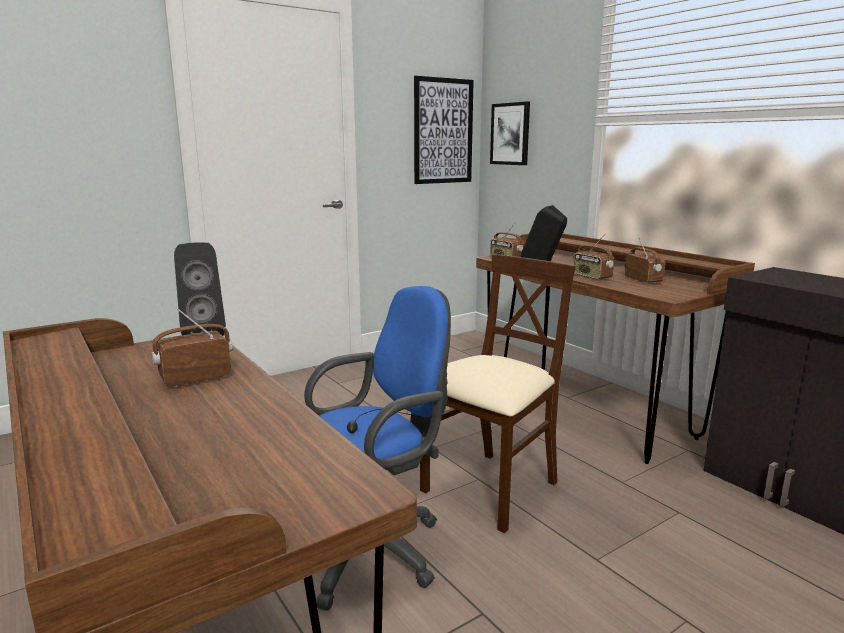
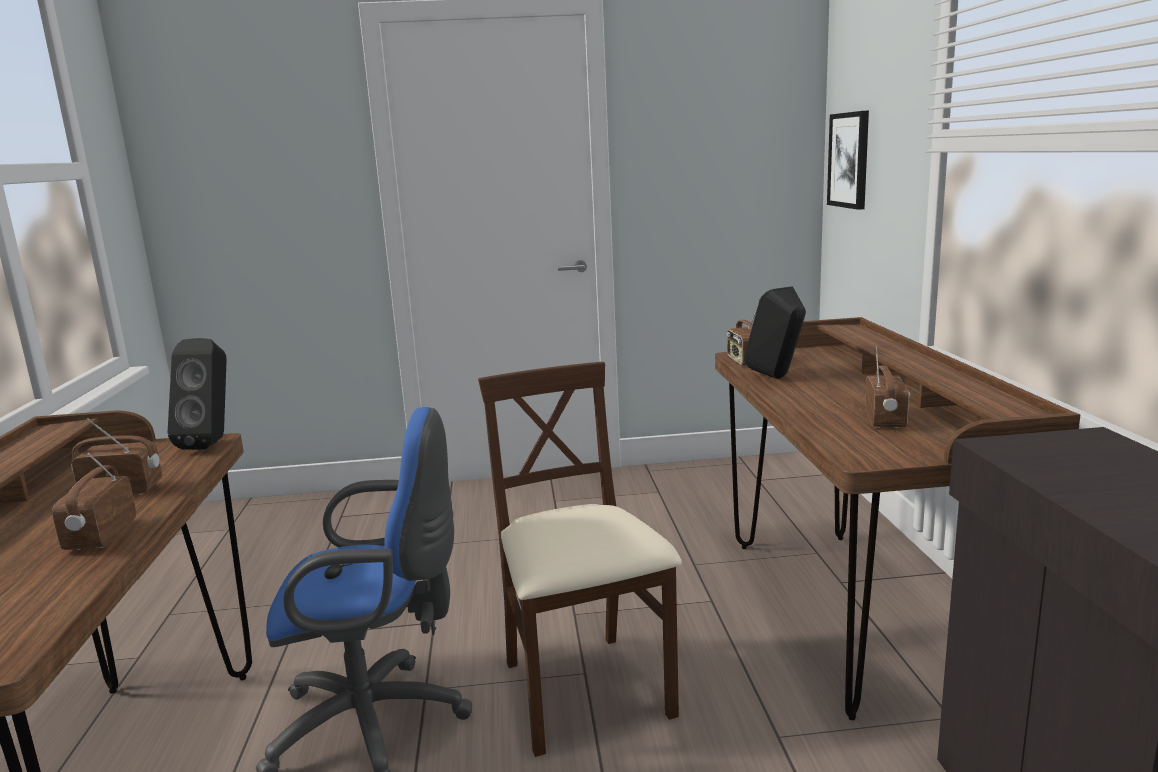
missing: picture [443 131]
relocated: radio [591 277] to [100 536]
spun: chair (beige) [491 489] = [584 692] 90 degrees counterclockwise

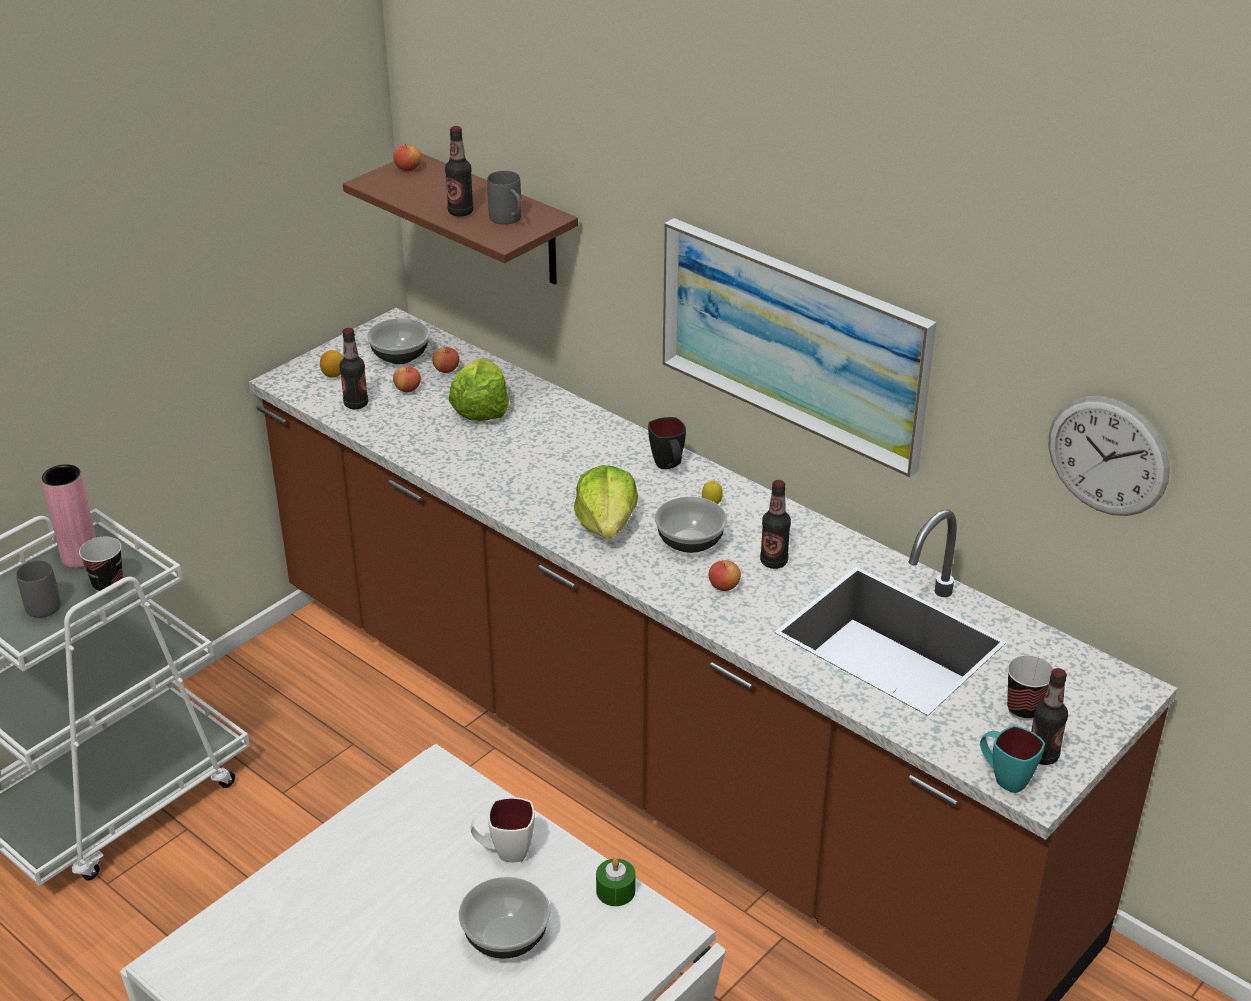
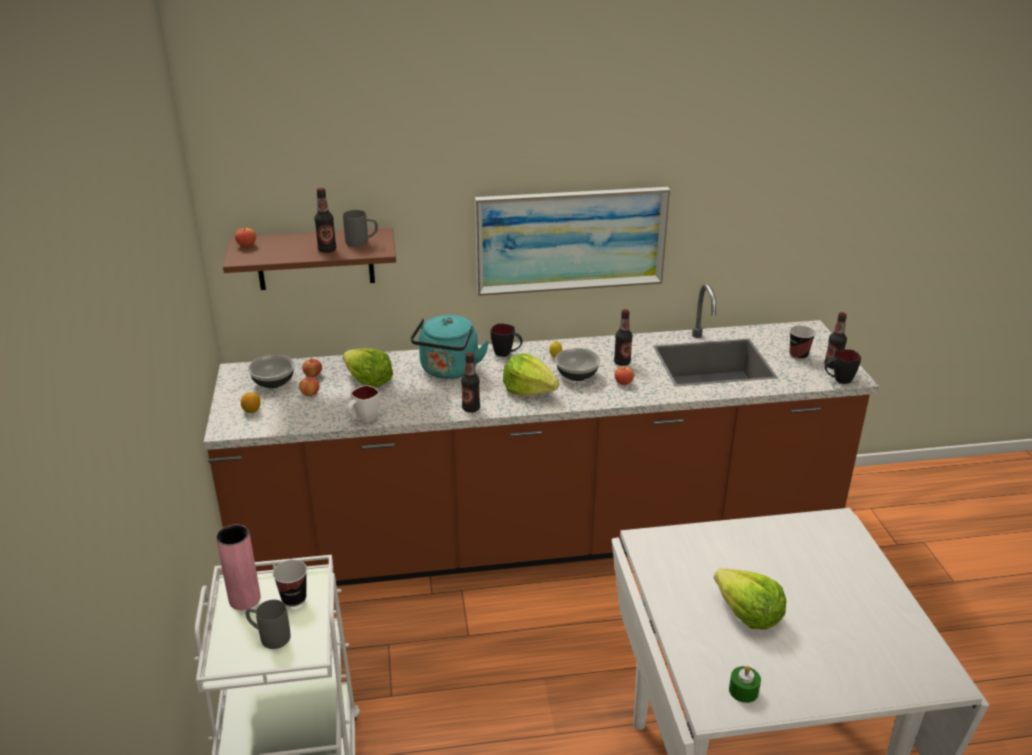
missing: bowl [507 938]; wall clock [1107 456]
appeared: kettle (turquoise) [448 371]; lettuce [747 614]
relocated: bottle [356 404] to [471 408]; mug (white) [504 852] to [363 420]; candle (green) [615 891] to [743 691]
colour: mug (turquoise) [1004 778] to mug (black) [838 380]

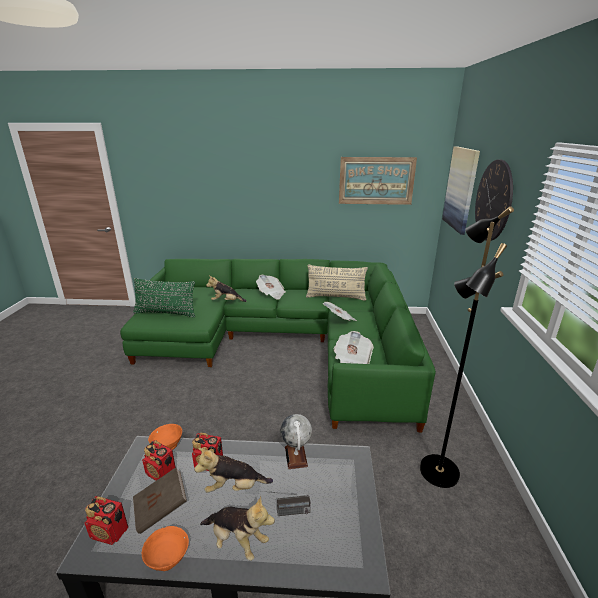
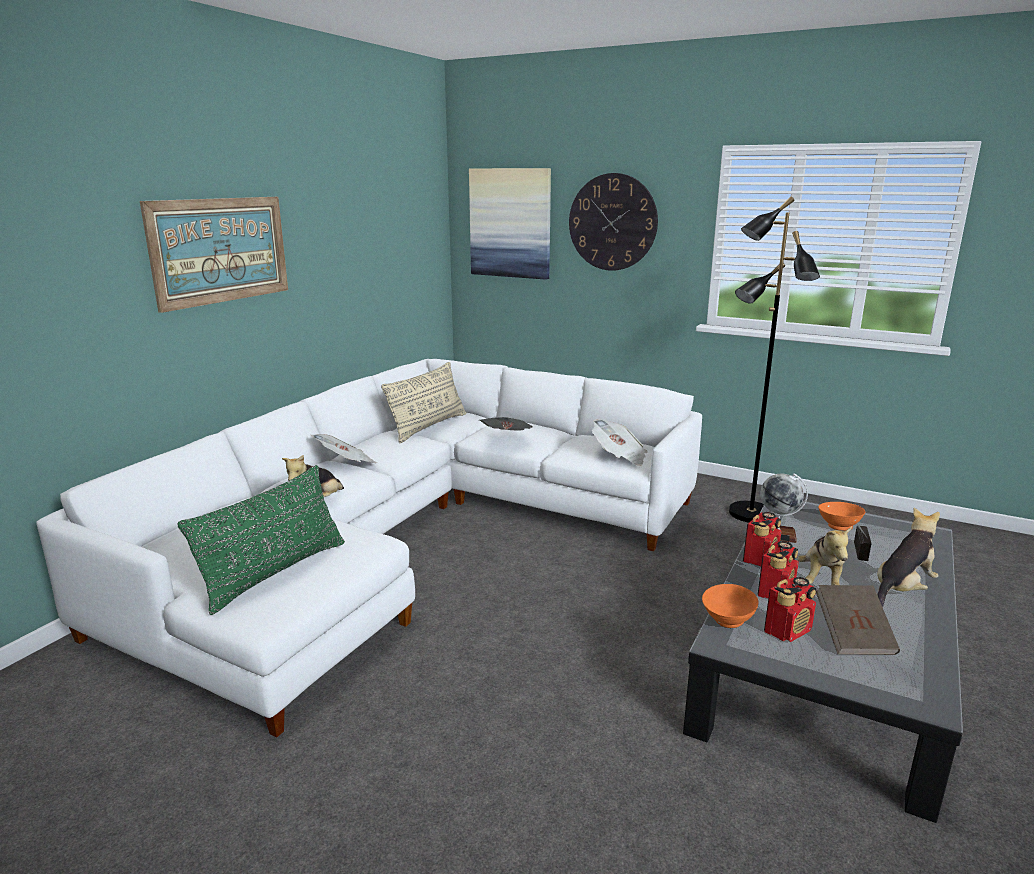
relocated: radio [110 533] to [760 558]; bowl (orange) [168 559] to [839 526]; picture [376 181] to [220 250]
colour: sofa (green) [284 342] to sofa (white) [409 537]

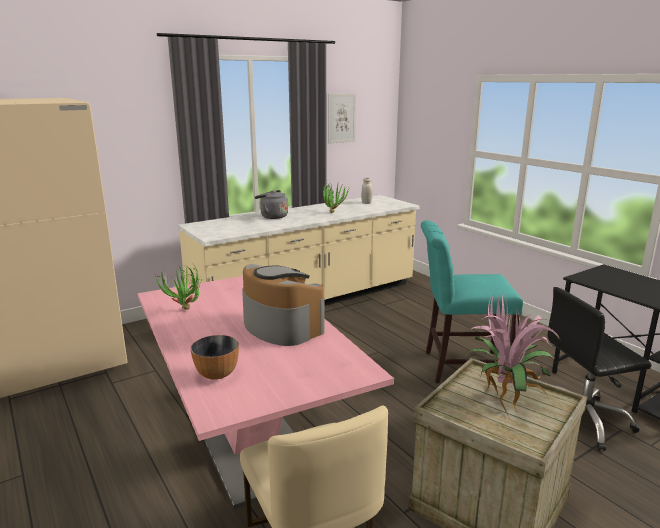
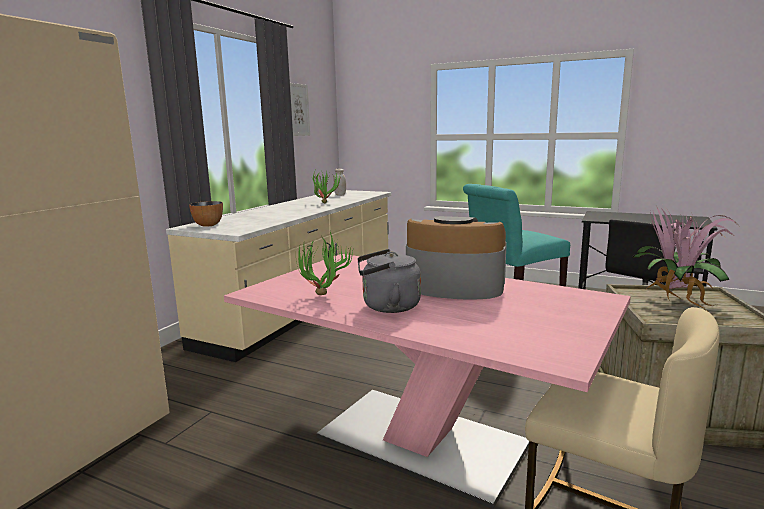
relocated: bowl [216 374] to [208 225]; kettle (grey) [272 216] to [387 307]

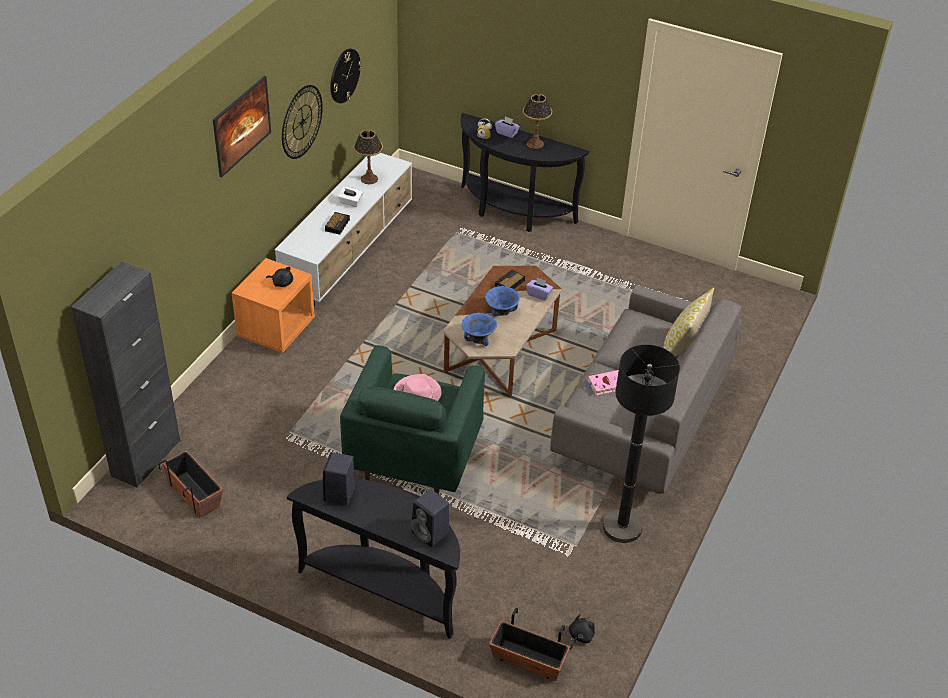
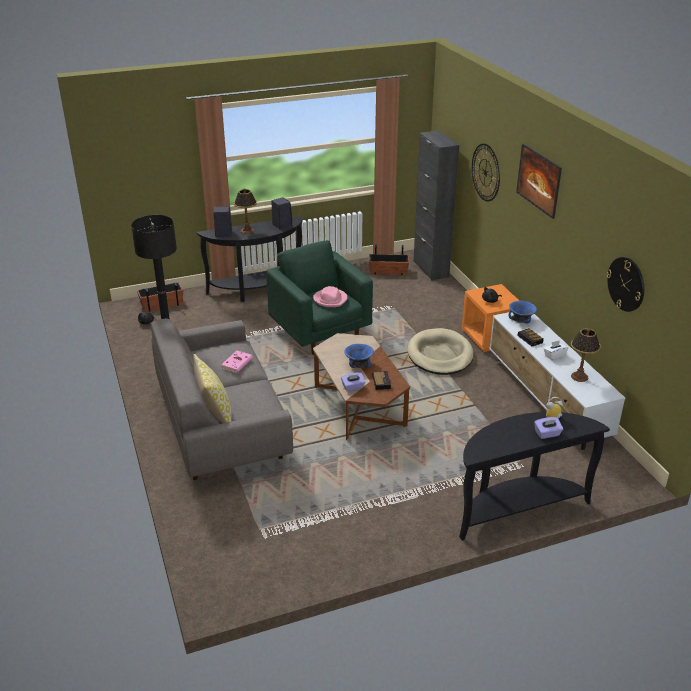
appeared: dog bed (beige) [440 355]
relocated: wall clock [302 122] to [485 172]; bowl (blue) [478 338] to [520 320]; table lamp [535 144] to [247 230]

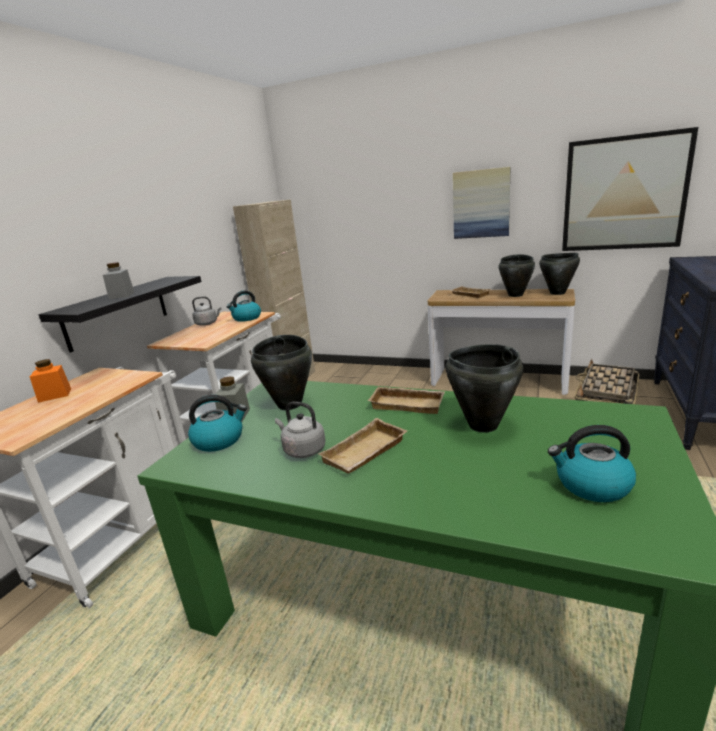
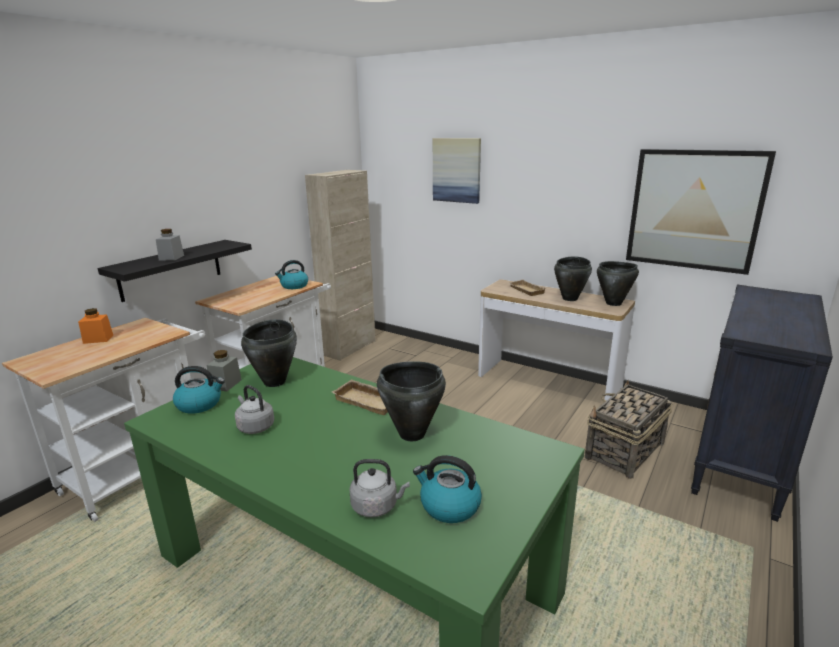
missing: tray (beige) [365 453]
relocated: kettle (grey) [208 323] to [377 506]; picture [481 204] to [456 170]

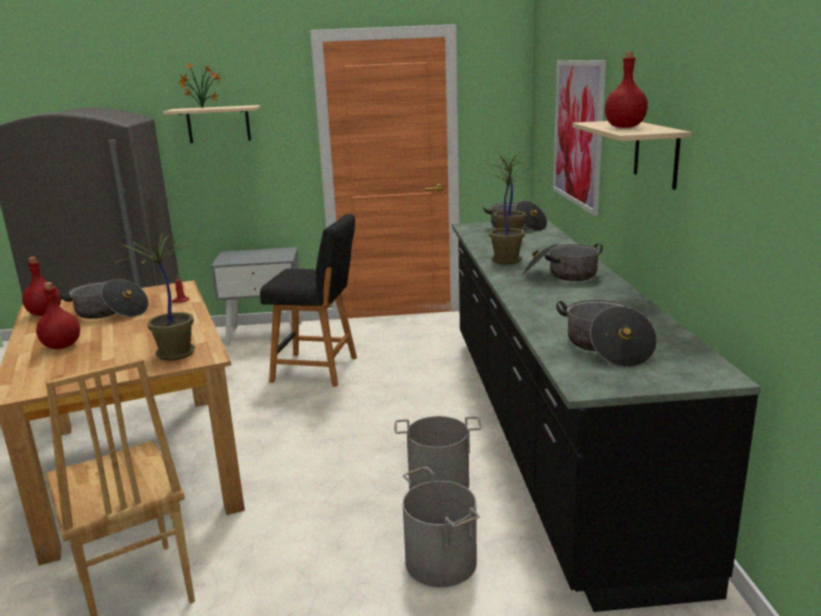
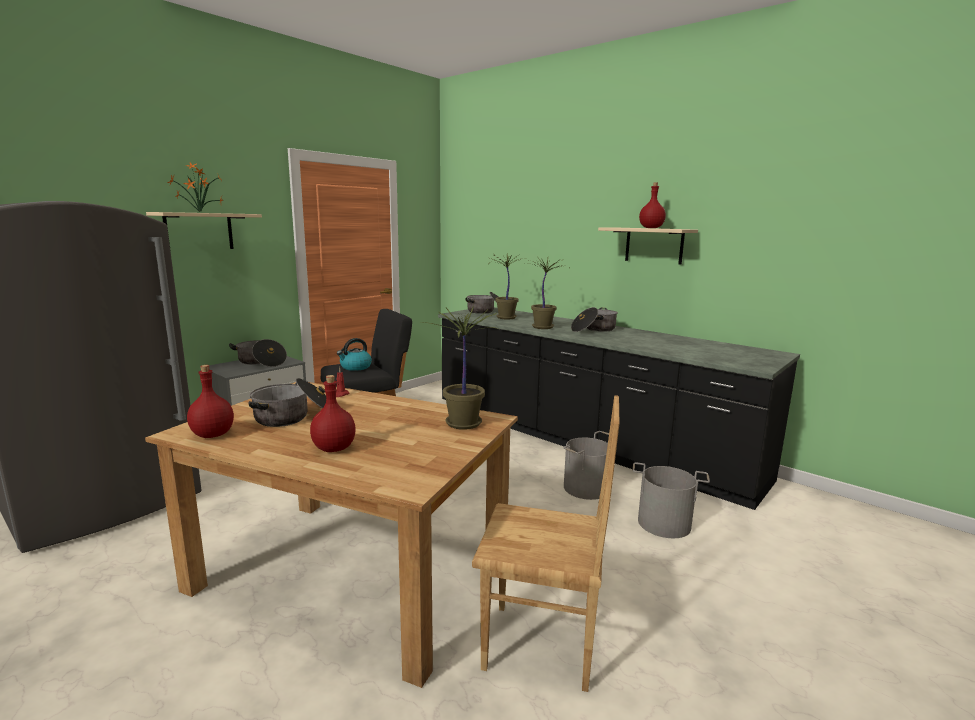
missing: picture [578 133]
appeared: kettle [355 367]
relocated: cooking pot [606 347] to [260 362]

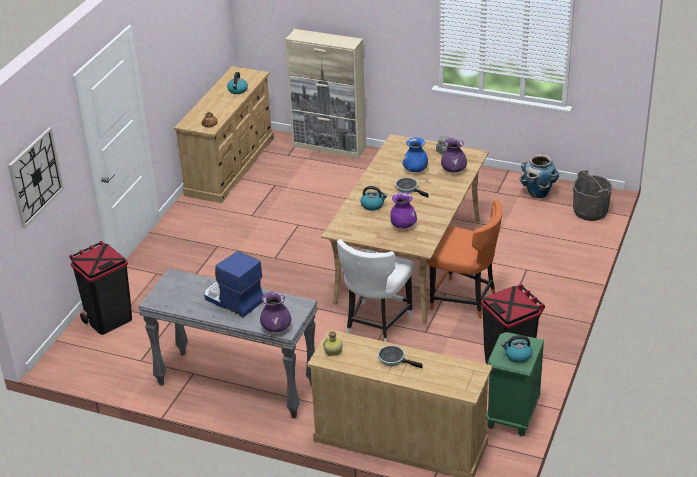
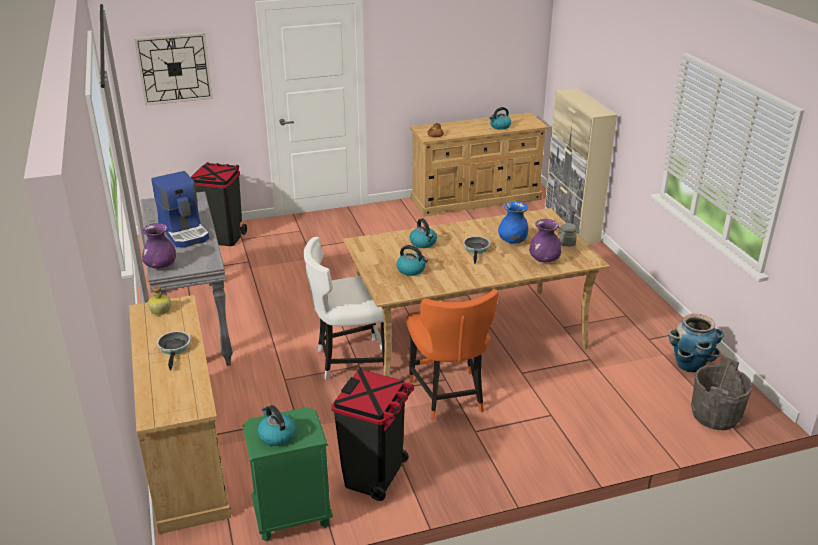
exchanged: vase (purple) [403 225] to kettle [411 270]
spun: coffee machine [233 300] = [185 232] 150 degrees clockwise

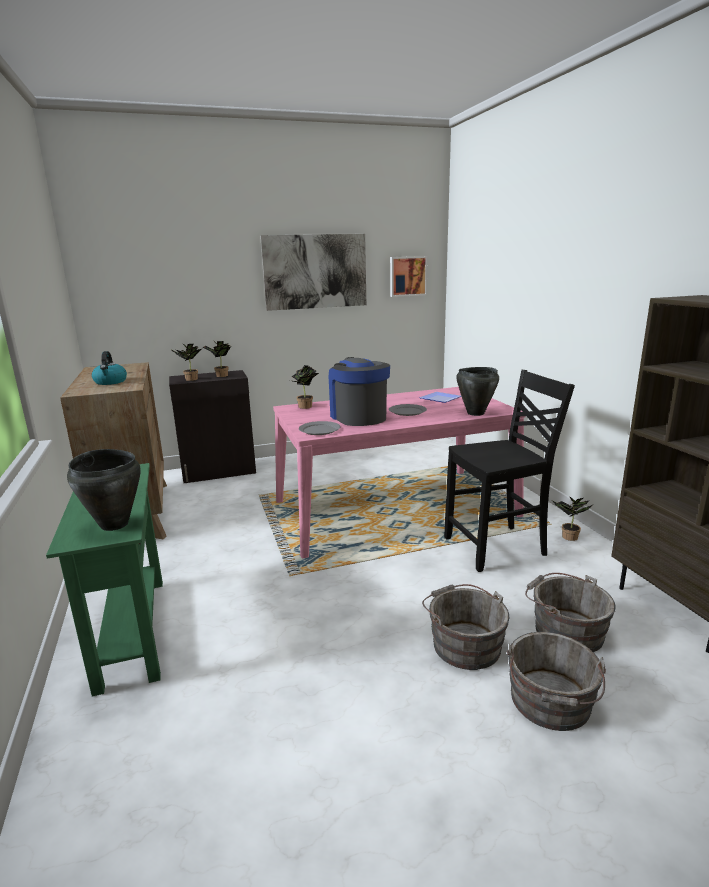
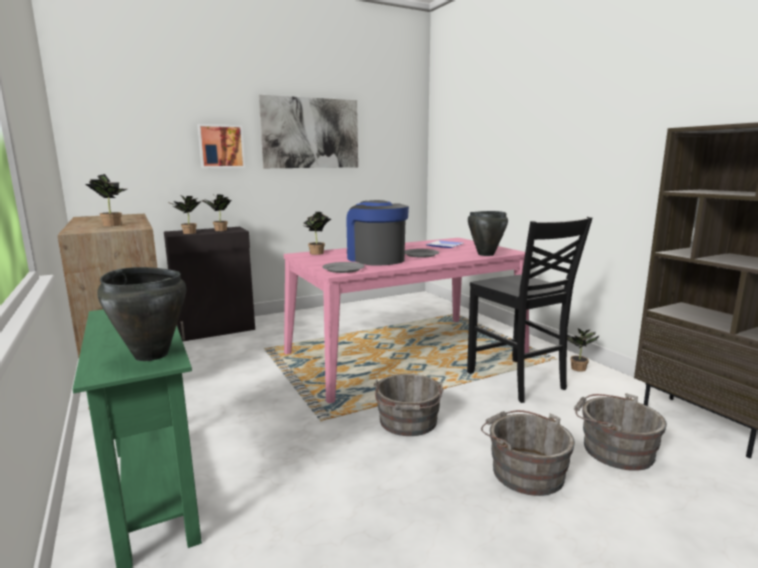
relocated: picture [407 276] to [221 146]; bucket (grey) [550 704] to [408 423]
exchanged: kettle [110 382] to potted plant [111 225]
spun: chair (black) [497 547] = [517 381] 90 degrees clockwise

